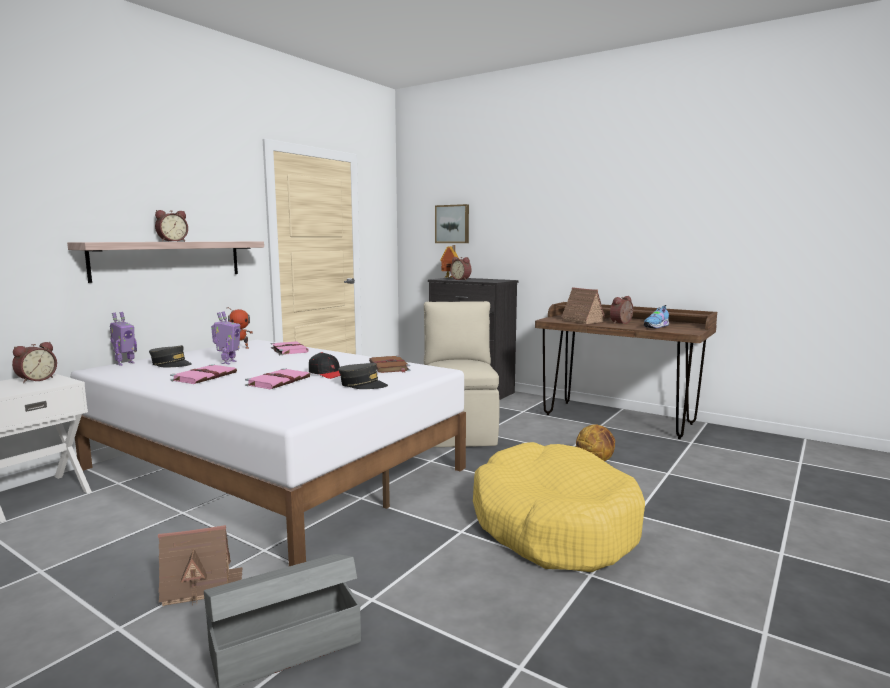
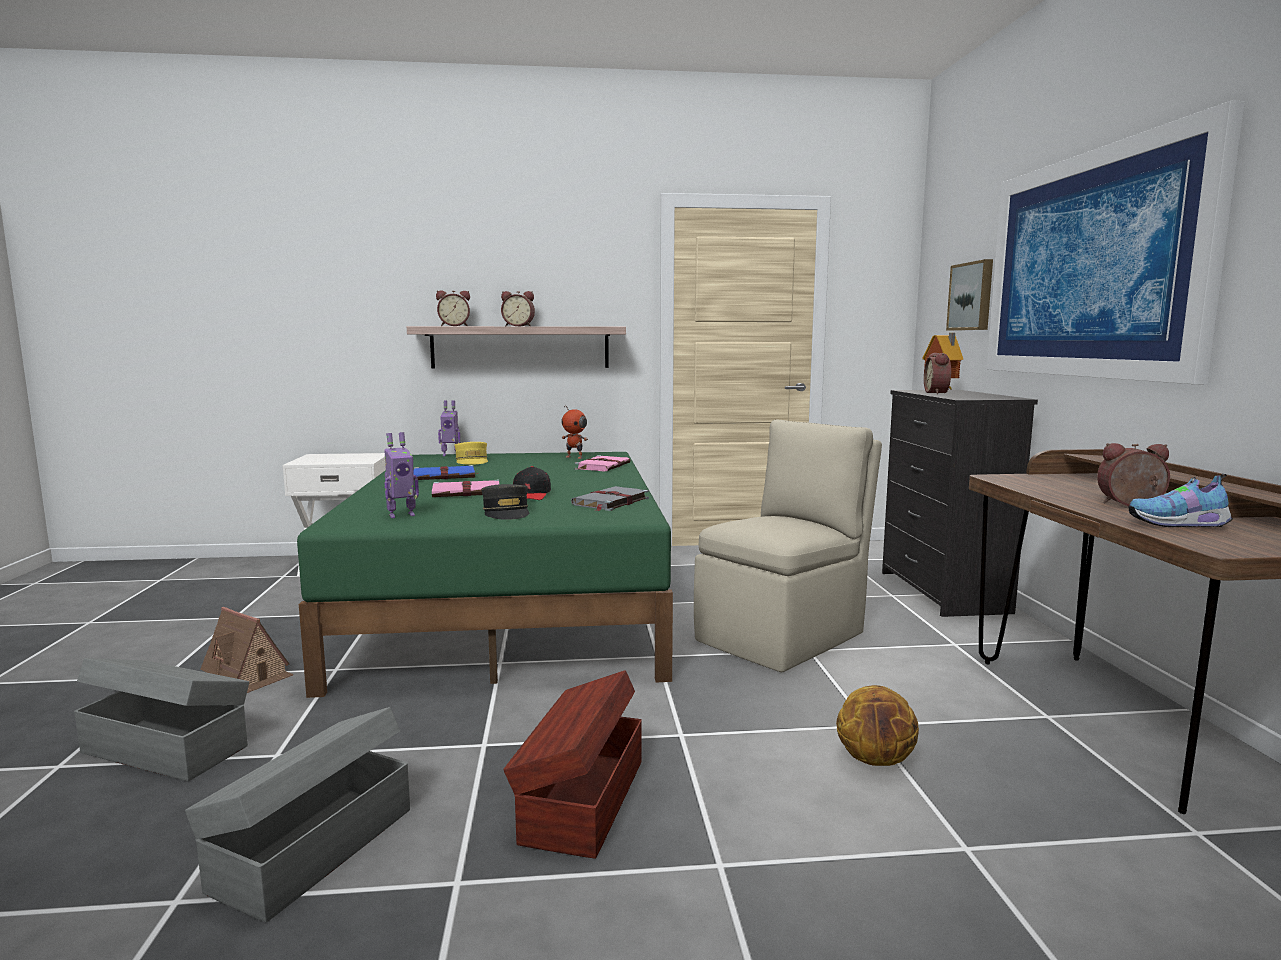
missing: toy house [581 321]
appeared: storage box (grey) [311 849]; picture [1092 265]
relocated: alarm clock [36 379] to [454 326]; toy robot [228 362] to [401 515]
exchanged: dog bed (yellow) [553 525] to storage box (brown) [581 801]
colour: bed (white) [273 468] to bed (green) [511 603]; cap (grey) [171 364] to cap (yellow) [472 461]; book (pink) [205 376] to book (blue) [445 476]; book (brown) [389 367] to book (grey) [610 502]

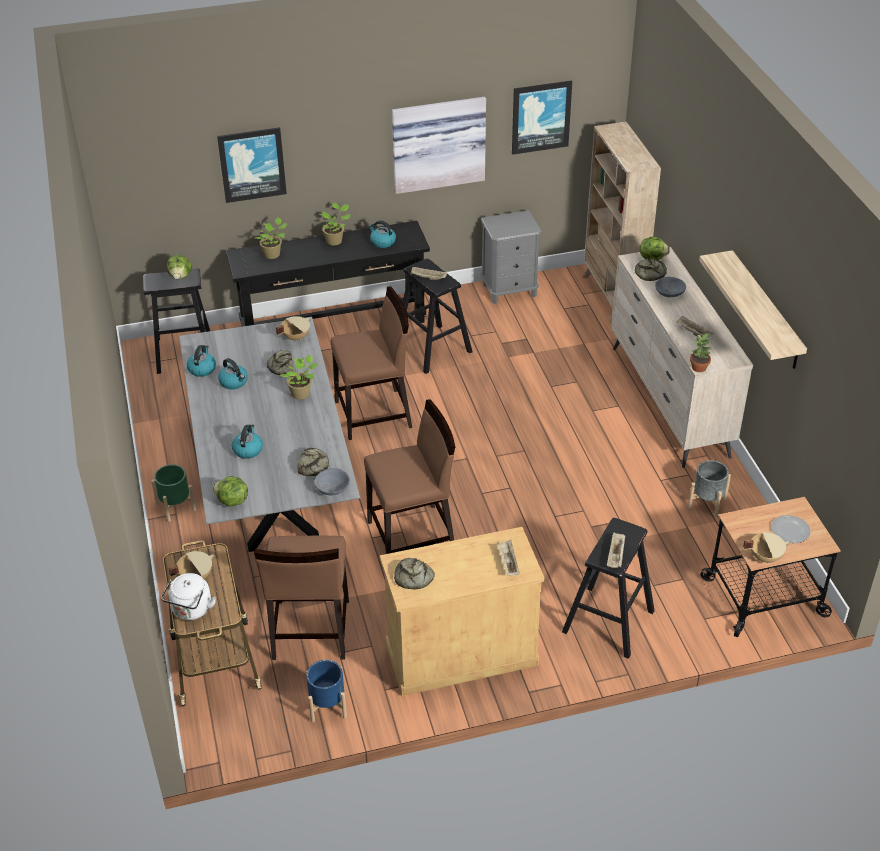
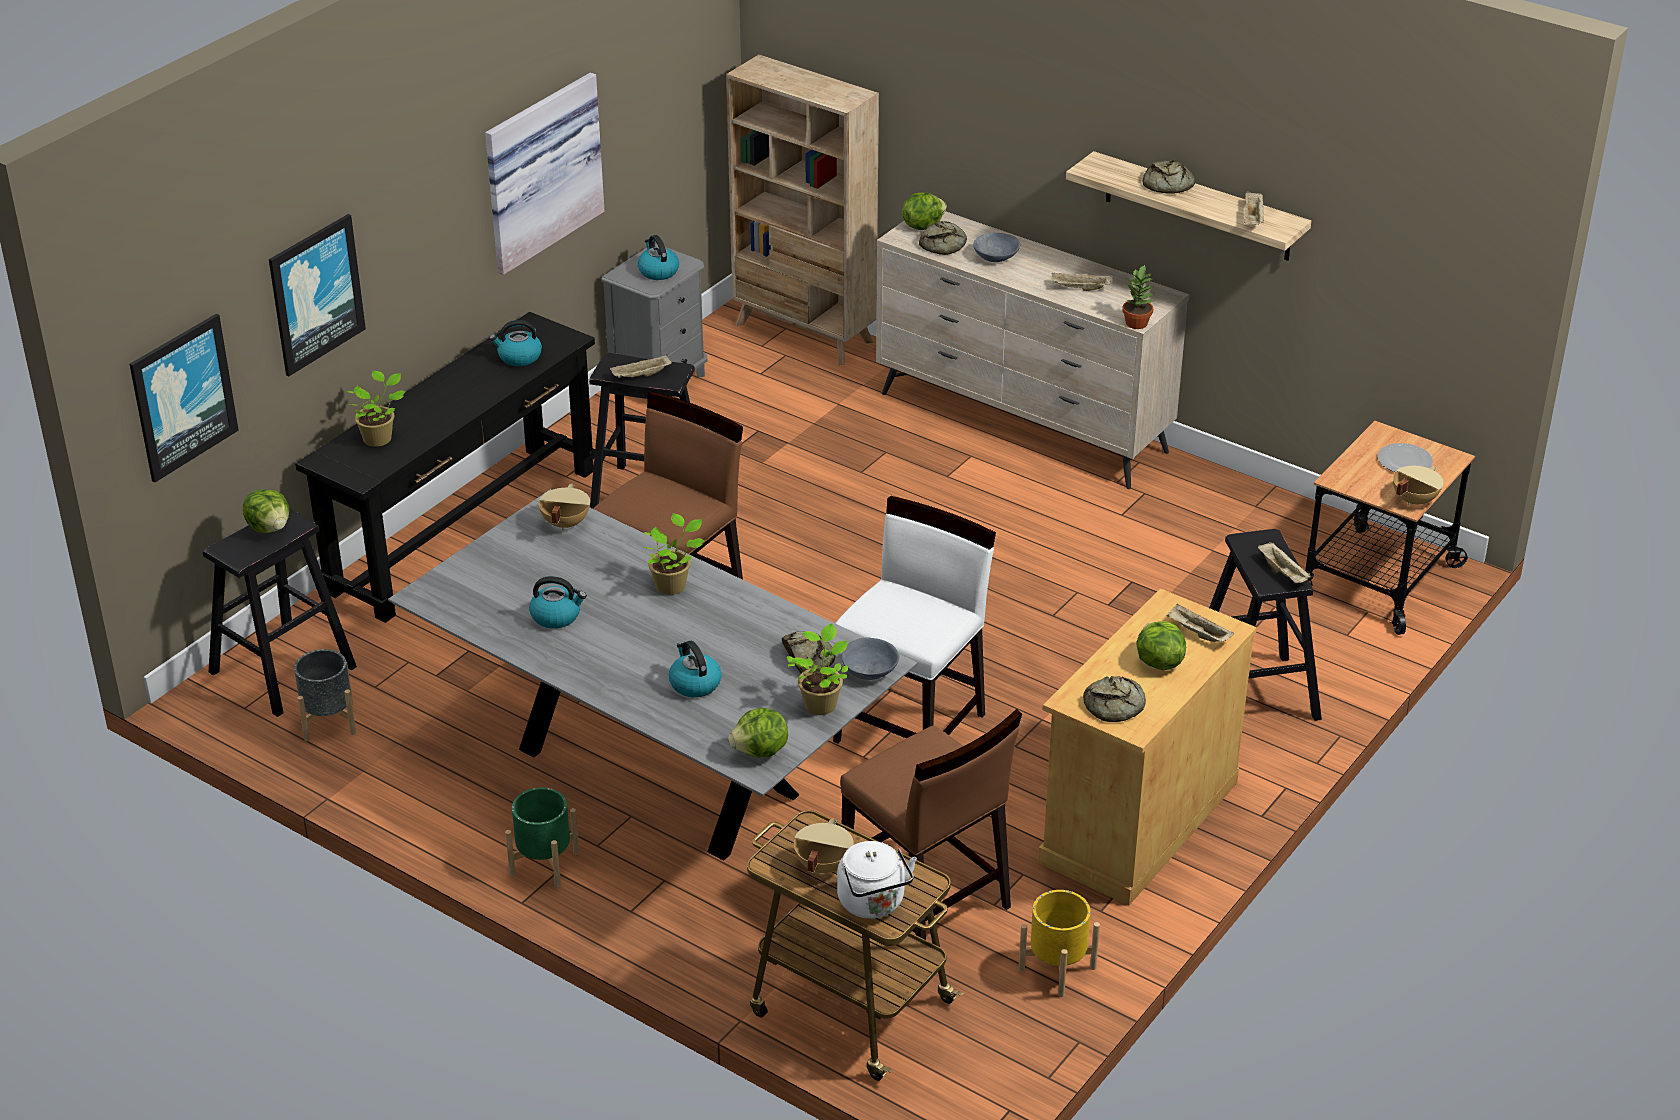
appeared: lettuce [1158 662]; tray (beige) [1253 219]
relocated: kettle [202 369] to [658 271]; bread [281 366] to [1166 185]; potted plant [335 241] to [820 703]; picture [540 117] to [182 396]; planter (grey) [707 502] to [329 721]
colour: planter (blue) [327 706] to planter (yellow) [1057 969]; chair (brown) [412 536] to chair (white) [911 727]

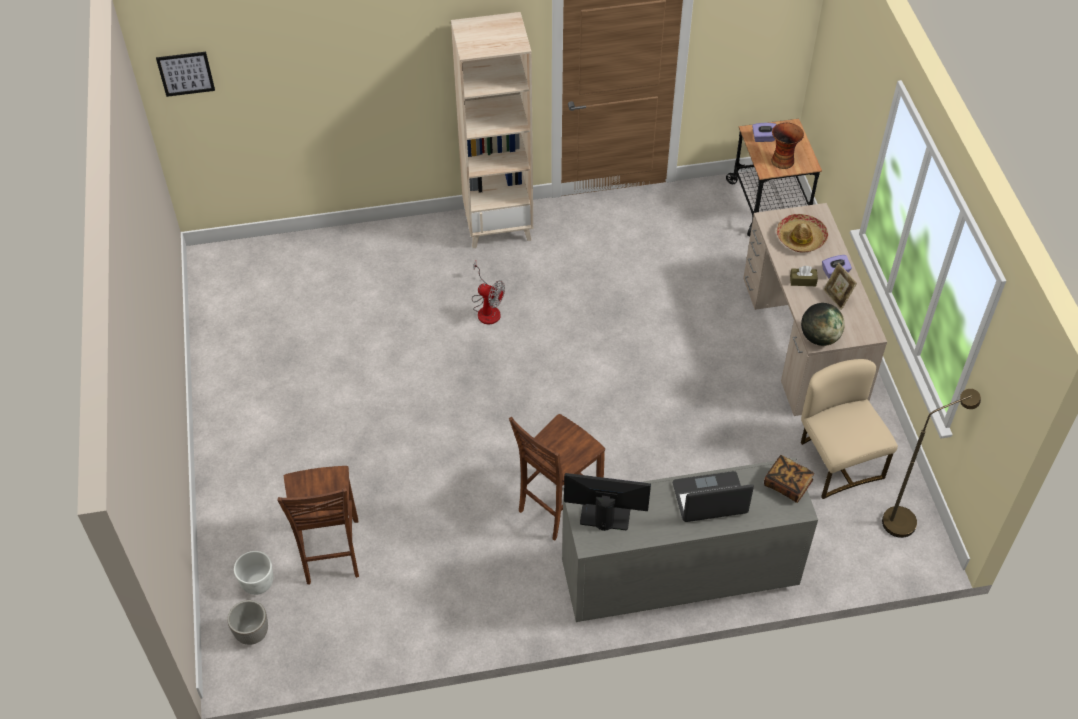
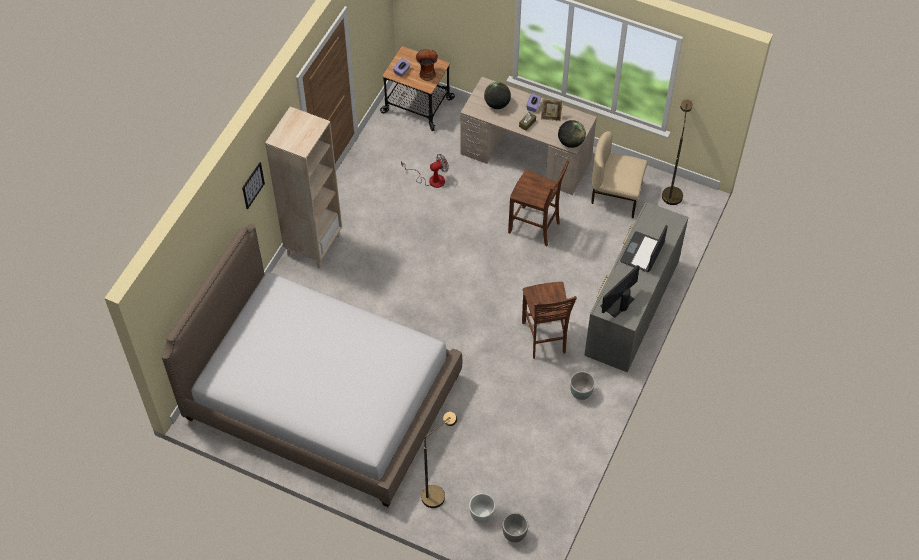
missing: book [787 484]
appeared: bed [322 397]; floor lamp (brown) [437 492]; planter (grey) [581 393]
relocated: picture [185 73] to [253 185]; chair (brown) [330 553] to [535 228]; fan [487 309] to [431 179]
exchanged: hat [801 238] to globe [497 104]

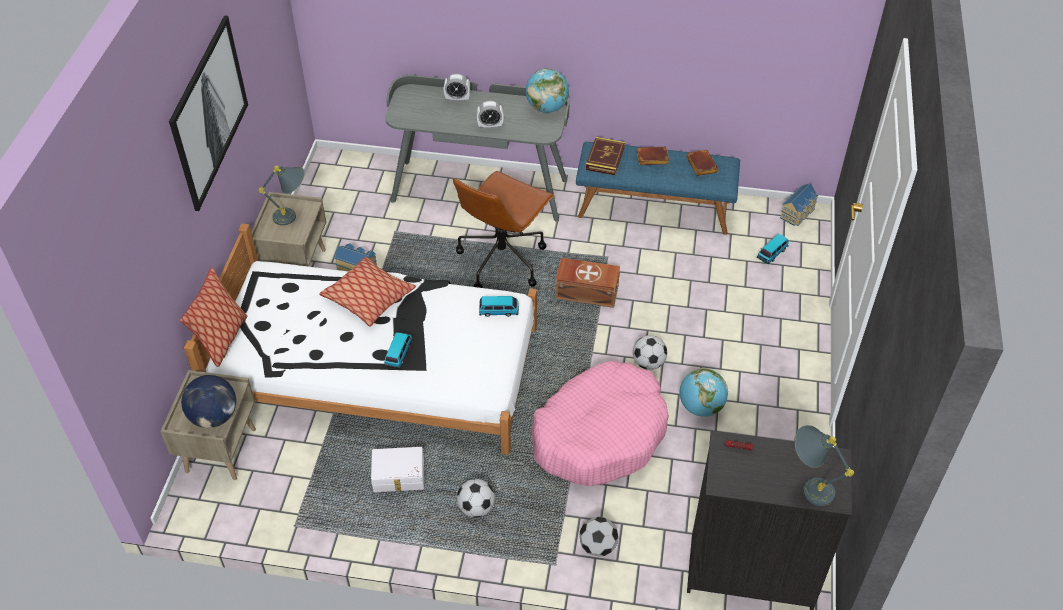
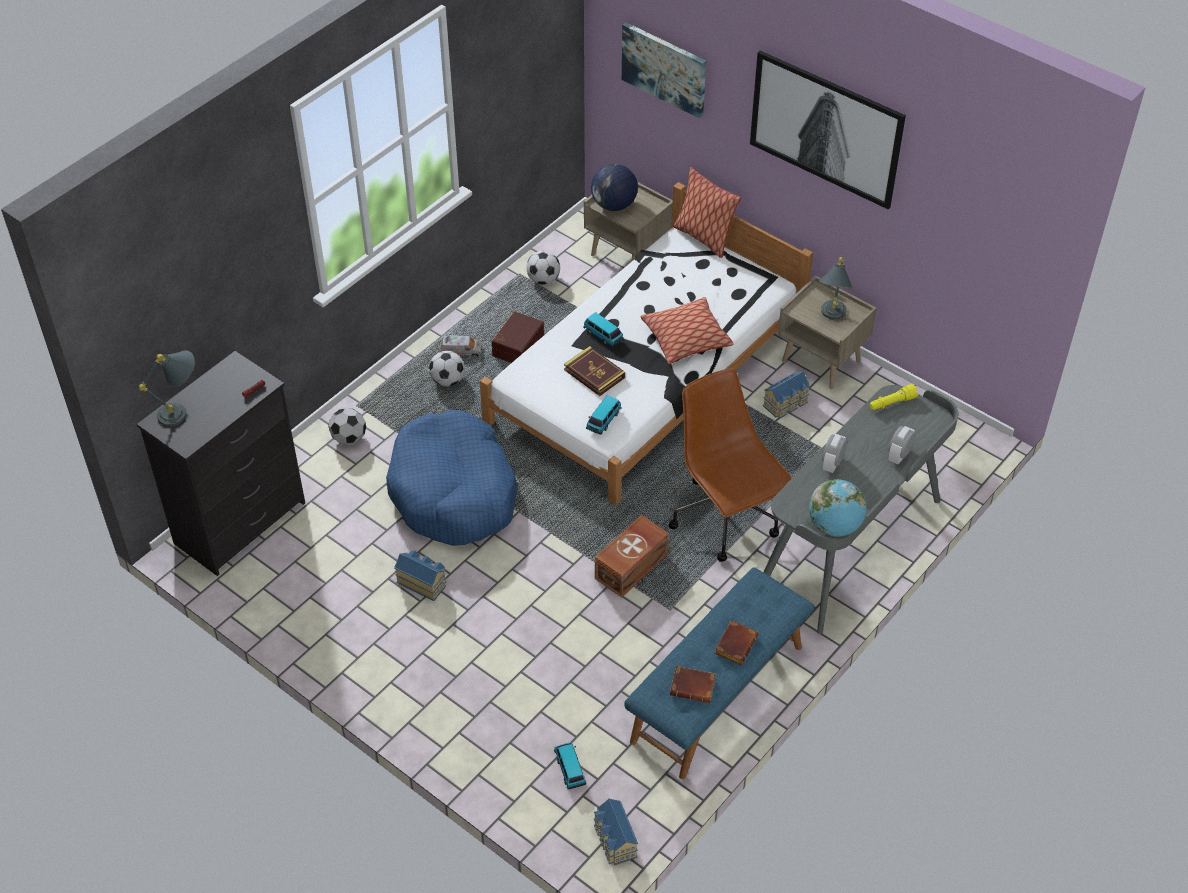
appeared: toy truck [461 351]; picture [664 69]; flashlight (yellow) [891 403]
relocated: book [605 158] to [594 374]; football [648 363] to [543 280]
exchanged: globe [700 407] to toy house [422 582]
colour: storage box (white) [399 477] to storage box (brown) [517 346]; dog bed (pink) [599 434] to dog bed (blue) [454 492]

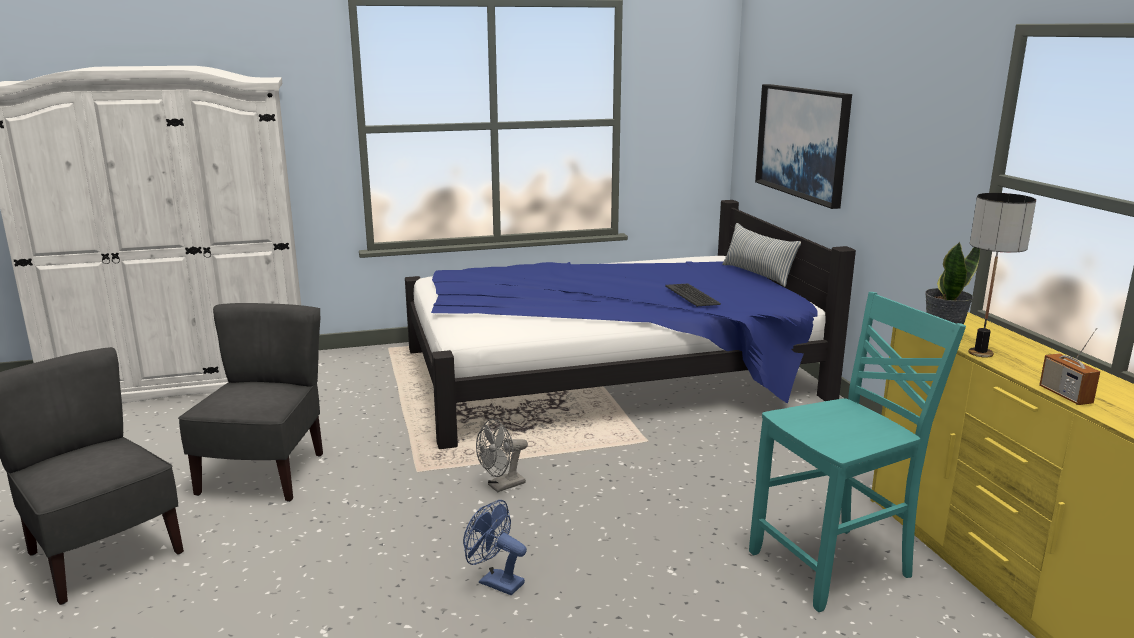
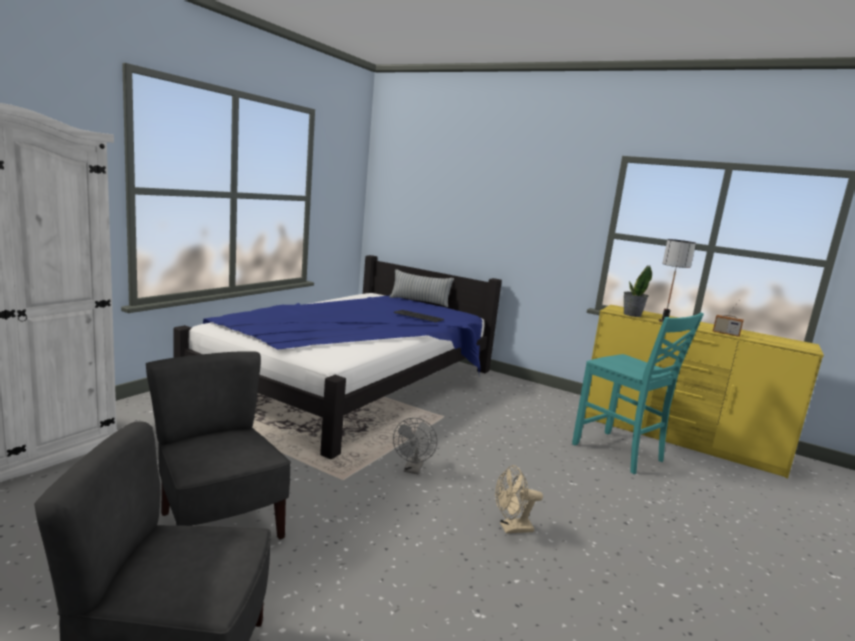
missing: picture [803 142]
colour: fan (blue) [495 582] to fan (beige) [511 528]
spun: chair (turquoise) [834 566] = [619 453] 120 degrees clockwise

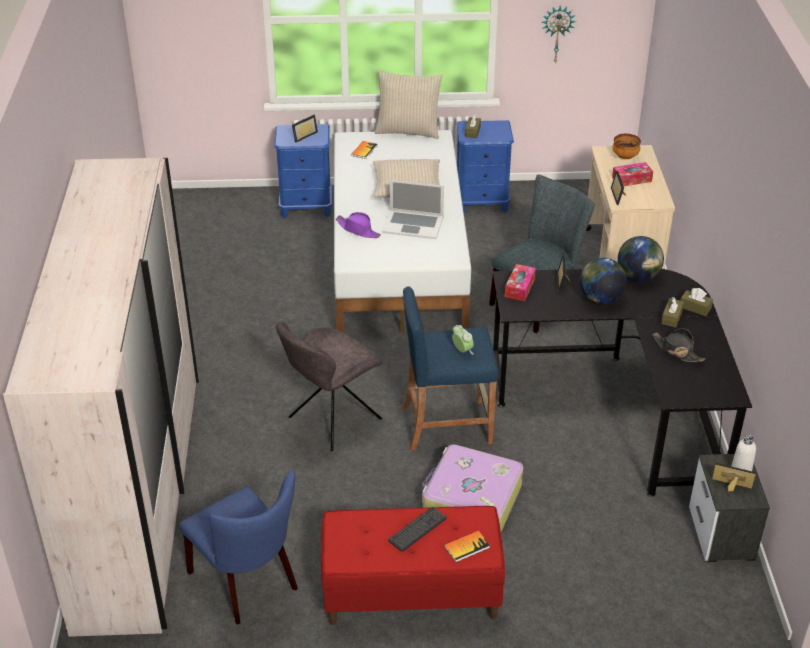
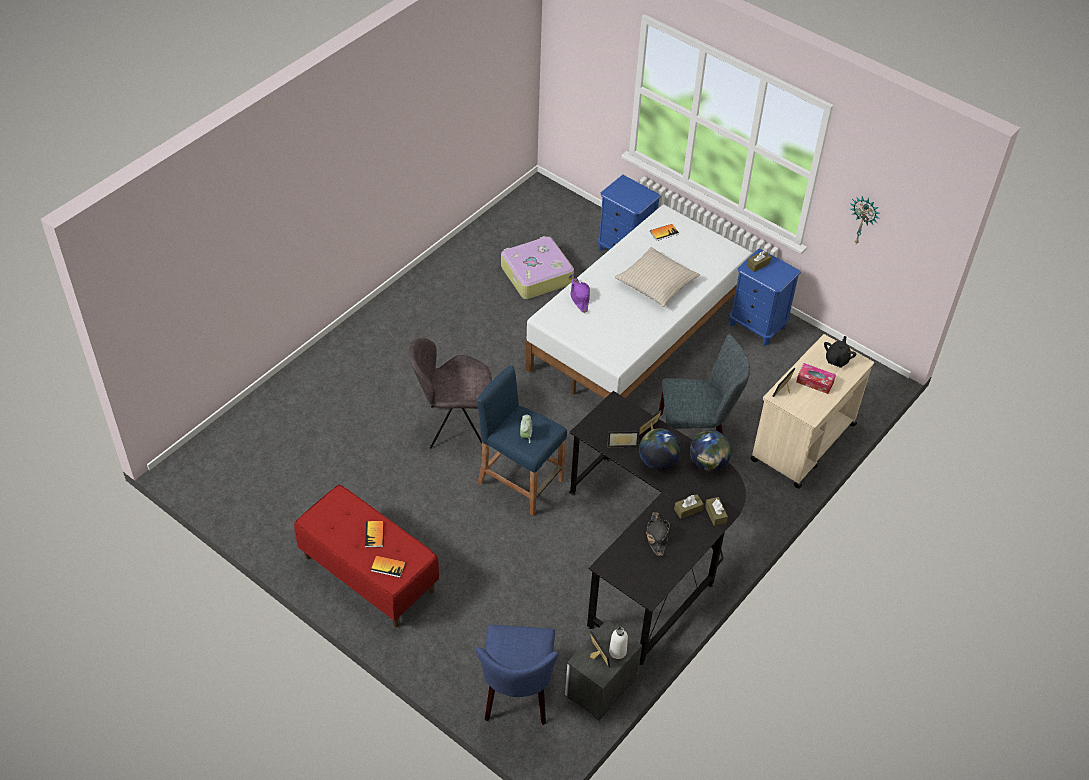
missing: wardrobe (white) [139 496]; pillow (beige) [408 131]; laptop [413 224]; tissue box [520 287]
relocated: chair (blue) [248 583] to [517 695]; picture frame [303 135] to [622 442]; suitcase [471 500] to [535 275]
exchanged: keyboard [417 529] to book [374 534]; bowl [625 157] to teapot (black) [837 360]

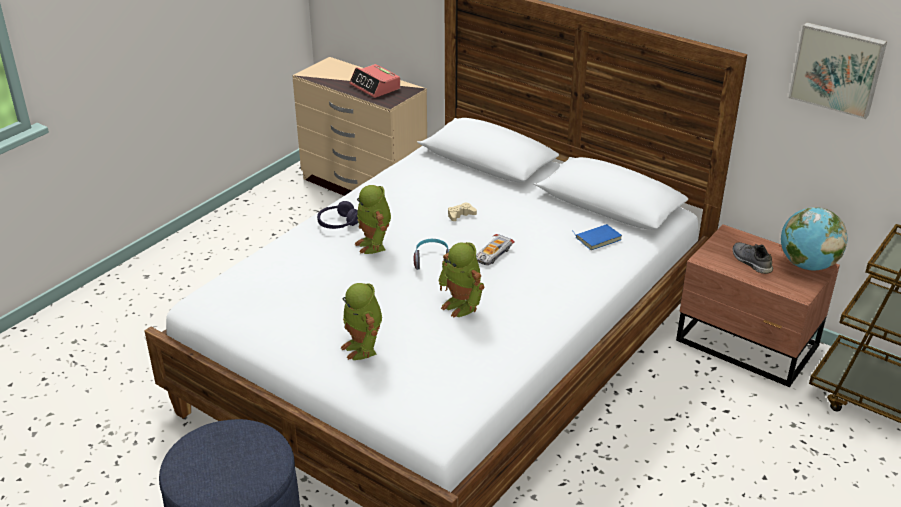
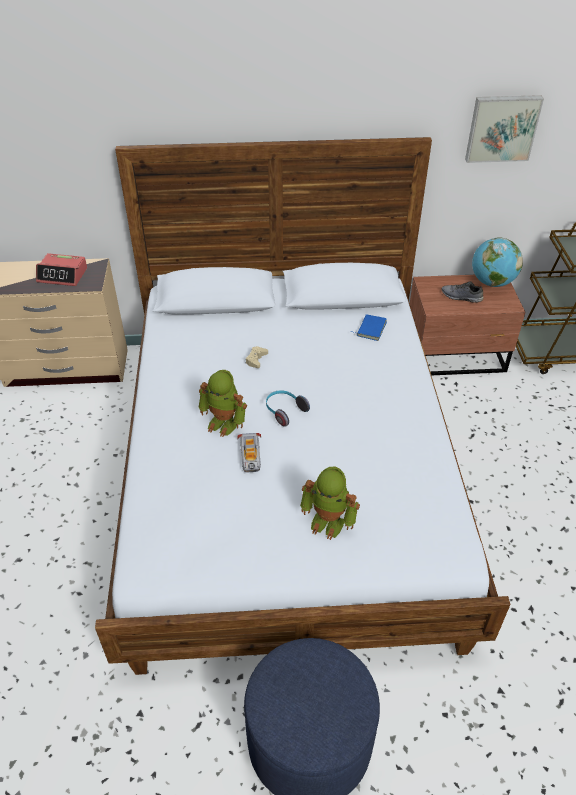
missing: headphones (purple) [338 223]; toy robot [462 305]
relocated: toy car [493 254] to [250 455]

